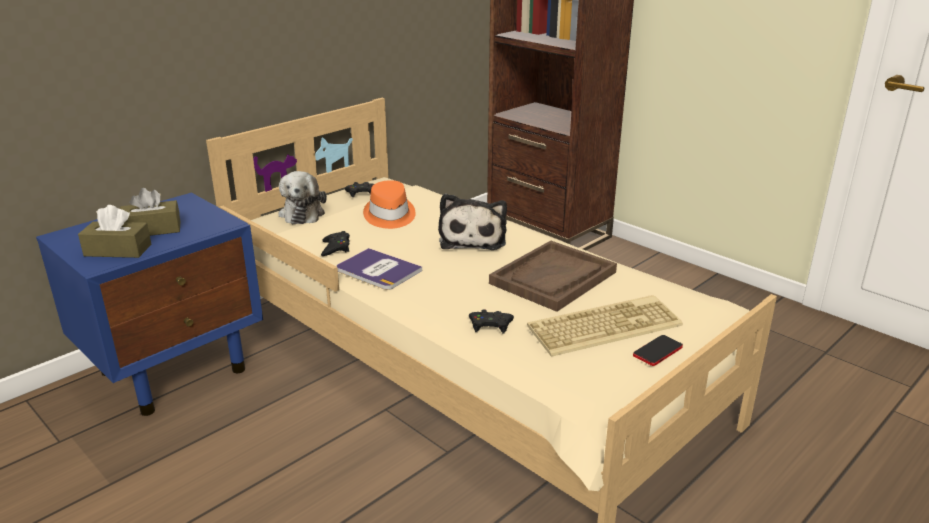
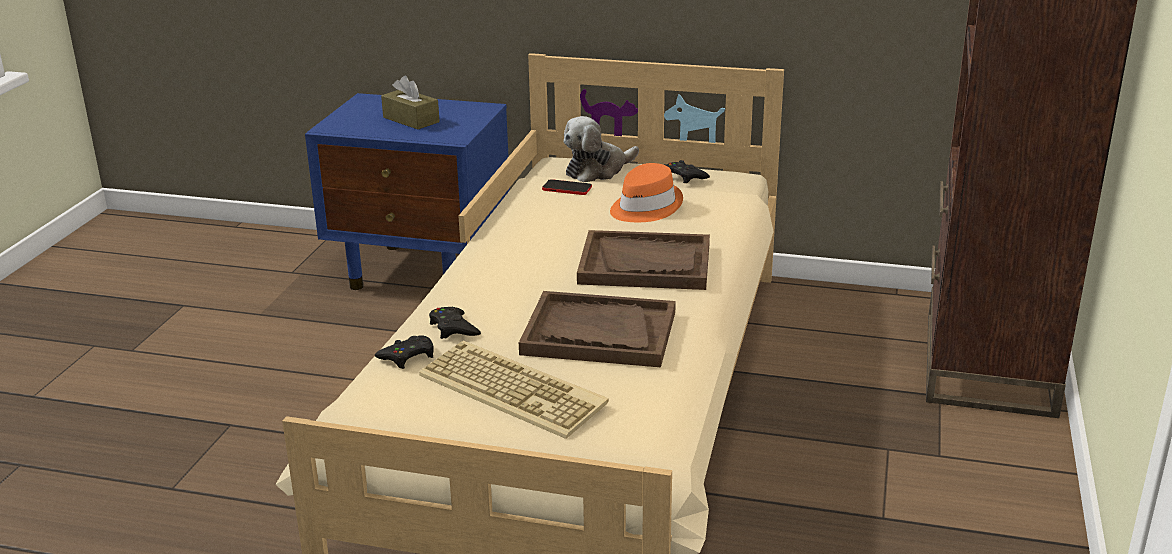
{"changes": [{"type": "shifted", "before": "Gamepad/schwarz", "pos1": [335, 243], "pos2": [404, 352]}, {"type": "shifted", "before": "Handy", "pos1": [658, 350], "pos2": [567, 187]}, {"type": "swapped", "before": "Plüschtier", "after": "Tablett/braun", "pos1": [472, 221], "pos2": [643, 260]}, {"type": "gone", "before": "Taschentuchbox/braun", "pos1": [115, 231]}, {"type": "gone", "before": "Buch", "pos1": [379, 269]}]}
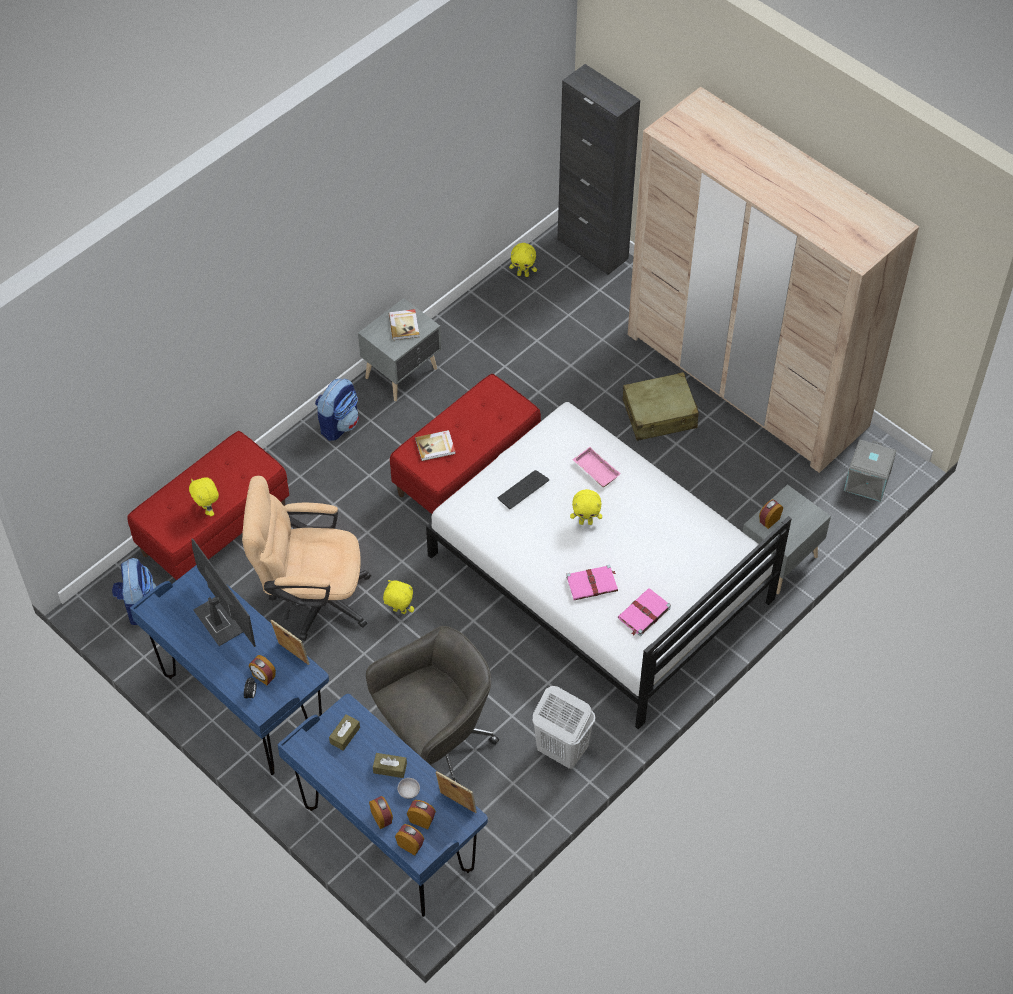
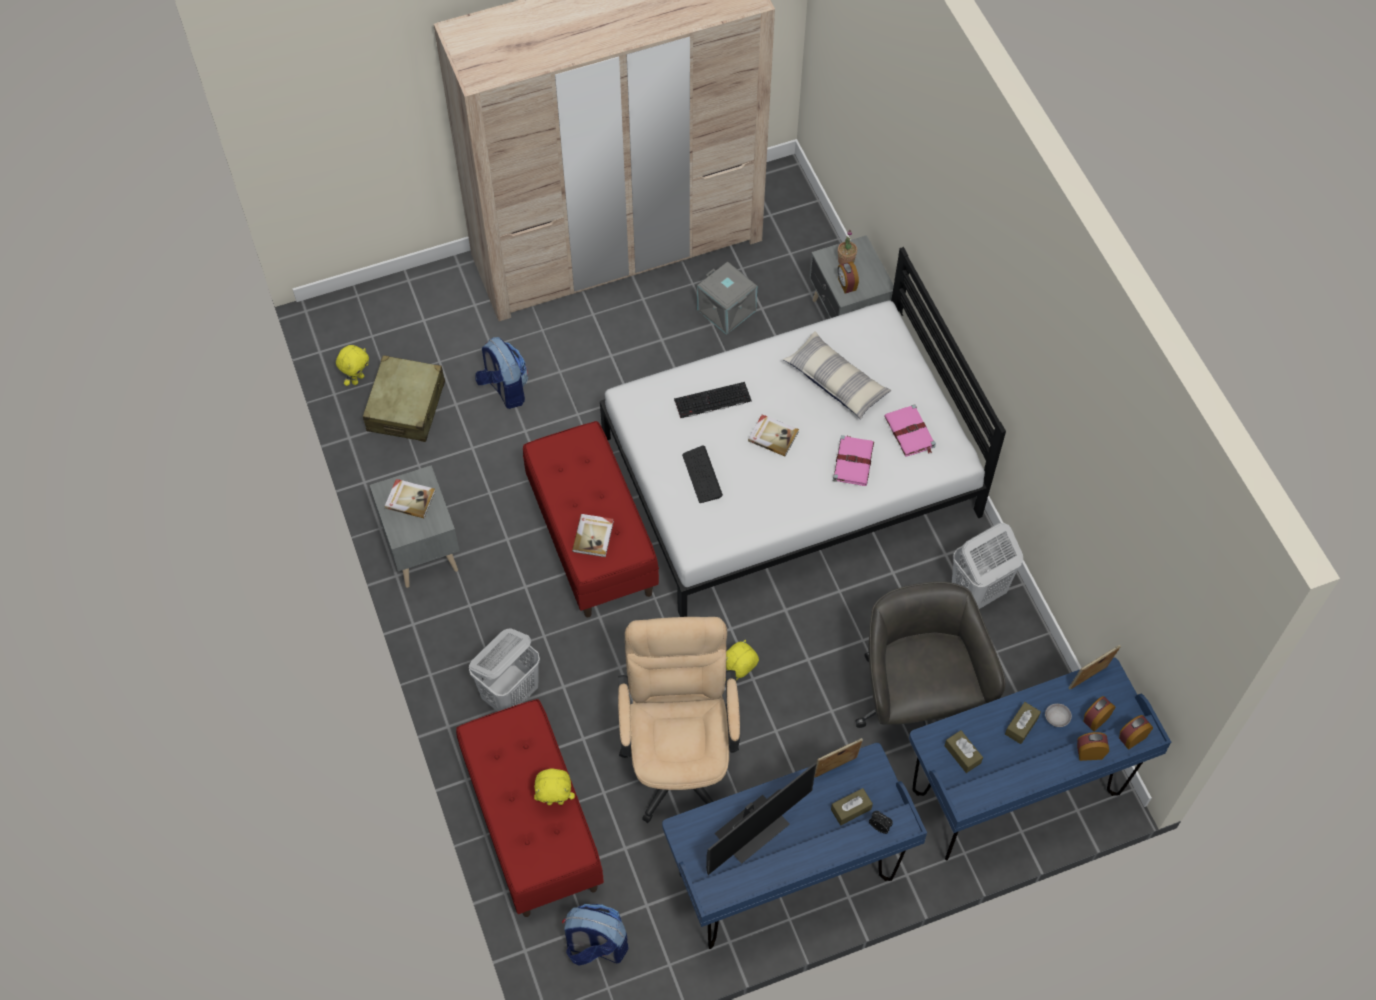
{"changes": [{"type": "shifted", "before": "Koffer/beige", "pos1": [660, 406], "pos2": [404, 398]}, {"type": "new", "after": "Wäschekorb/weiß", "pos2": [504, 670]}, {"type": "shifted", "before": "Rucksack", "pos1": [337, 409], "pos2": [501, 373]}, {"type": "rotated", "before": "Bürostuhl/beige", "pos1": [306, 558], "pos2": [679, 720], "turn": 150}, {"type": "swapped", "before": "Tablett/rosa", "after": "Tastatur", "pos1": [597, 467], "pos2": [713, 400]}, {"type": "shifted", "before": "Aufbewahrungsbox/grau", "pos1": [870, 470], "pos2": [727, 298]}, {"type": "rotated", "before": "Monitor", "pos1": [223, 592], "pos2": [761, 819], "turn": 150}, {"type": "swapped", "before": "Plüschtier/gelb", "after": "Buch", "pos1": [586, 507], "pos2": [773, 435]}, {"type": "new", "after": "Kissen", "pos2": [837, 375]}, {"type": "swapped", "before": "Wecker", "after": "Taschentuchbox/braun", "pos1": [262, 670], "pos2": [852, 806]}, {"type": "new", "after": "Topfpflanze", "pos2": [847, 247]}, {"type": "gone", "before": "Schrank/schwarz", "pos1": [598, 169]}]}
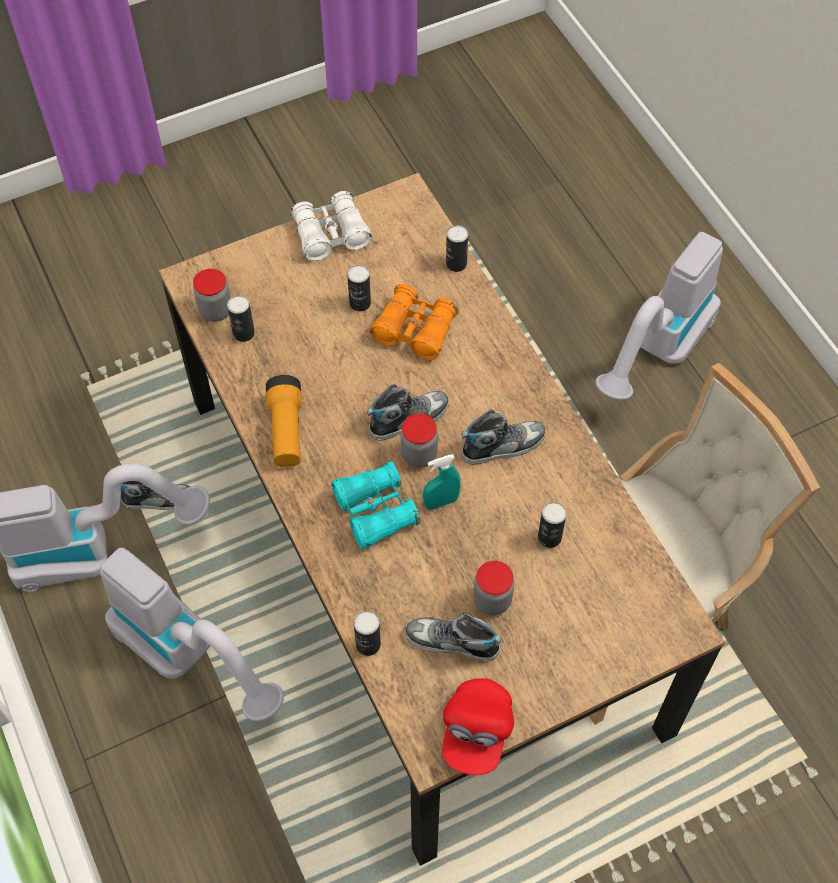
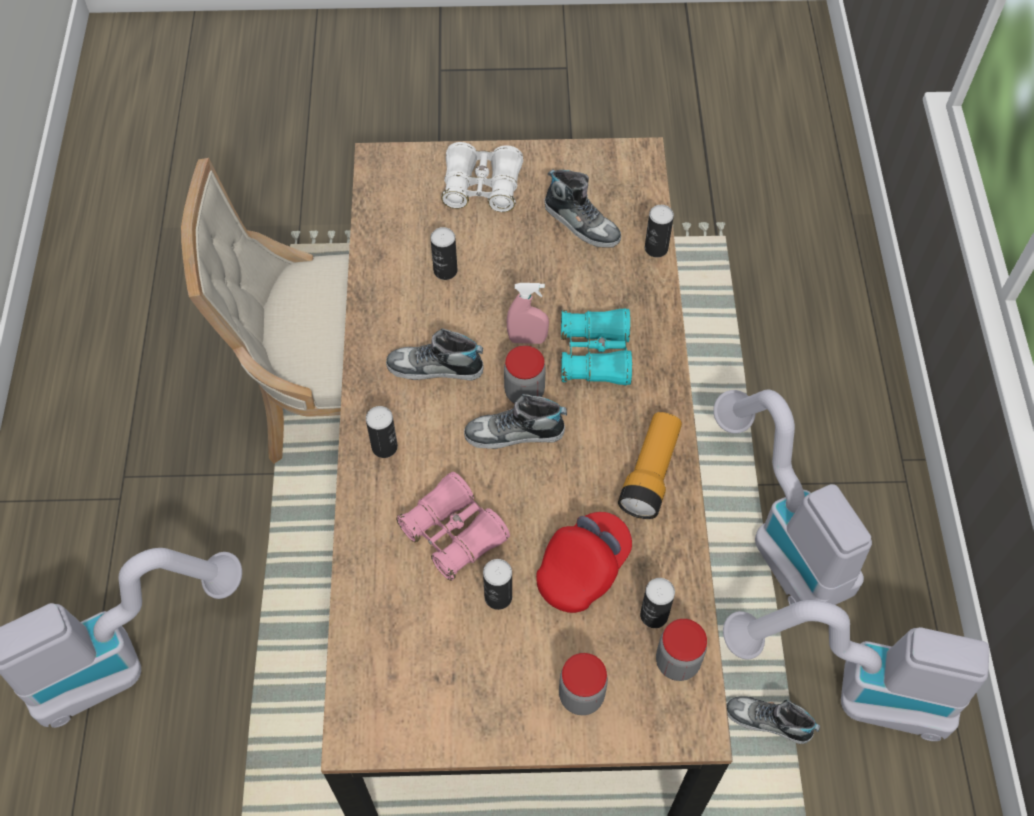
{"changes": [{"type": "shifted", "before": "Dose", "pos1": [457, 248], "pos2": [382, 432]}, {"type": "repainted", "before": "Fernglas/orange", "after": "Fernglas/rosa", "pos1": [414, 322], "pos2": [453, 526]}, {"type": "shifted", "before": "Fernglas/weiß", "pos1": [331, 226], "pos2": [482, 177]}, {"type": "repainted", "before": "Sprühflasche/türkis", "after": "Sprühflasche/rosa", "pos1": [442, 482], "pos2": [528, 313]}, {"type": "shifted", "before": "Kappe/rot", "pos1": [478, 726], "pos2": [584, 562]}, {"type": "shifted", "before": "Vorratsglas", "pos1": [493, 588], "pos2": [583, 684]}]}
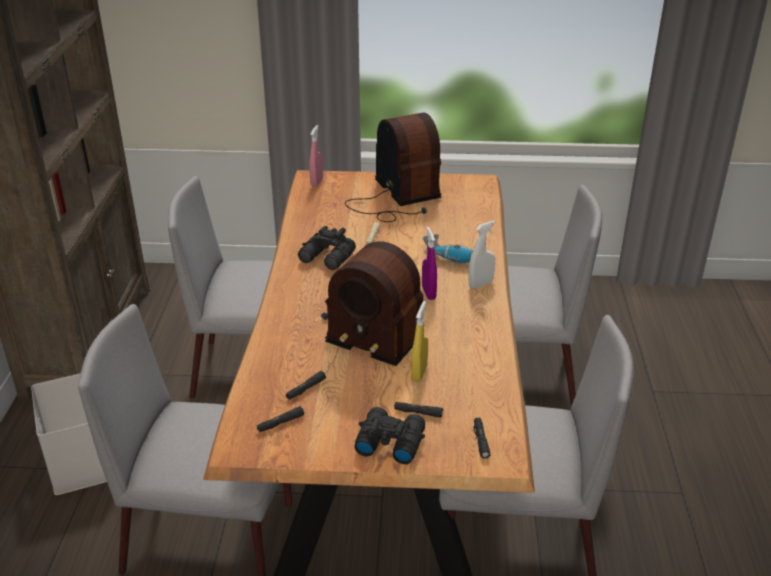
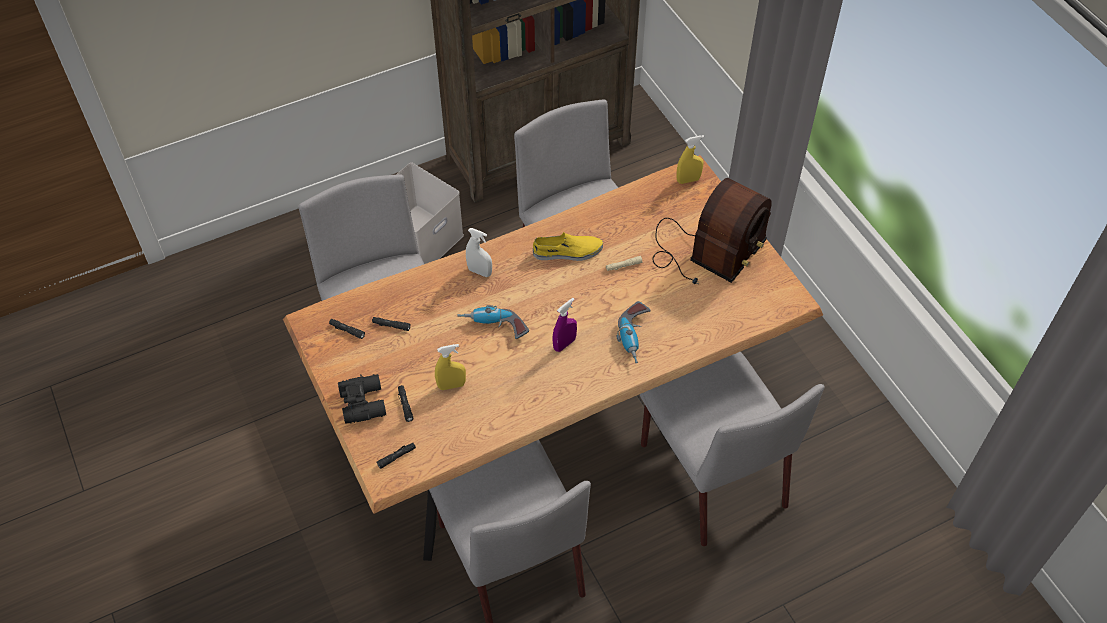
{"changes": [{"type": "swapped", "before": "Radio", "after": "Bohrmaschine", "pos1": [372, 303], "pos2": [493, 322]}, {"type": "shifted", "before": "Sprühflasche/weiß", "pos1": [481, 254], "pos2": [479, 252]}, {"type": "swapped", "before": "Fernglas/schwarz", "after": "Schuh/gelb", "pos1": [327, 248], "pos2": [568, 246]}, {"type": "repainted", "before": "Sprühflasche/rosa", "after": "Sprühflasche/gelb", "pos1": [316, 156], "pos2": [690, 159]}]}
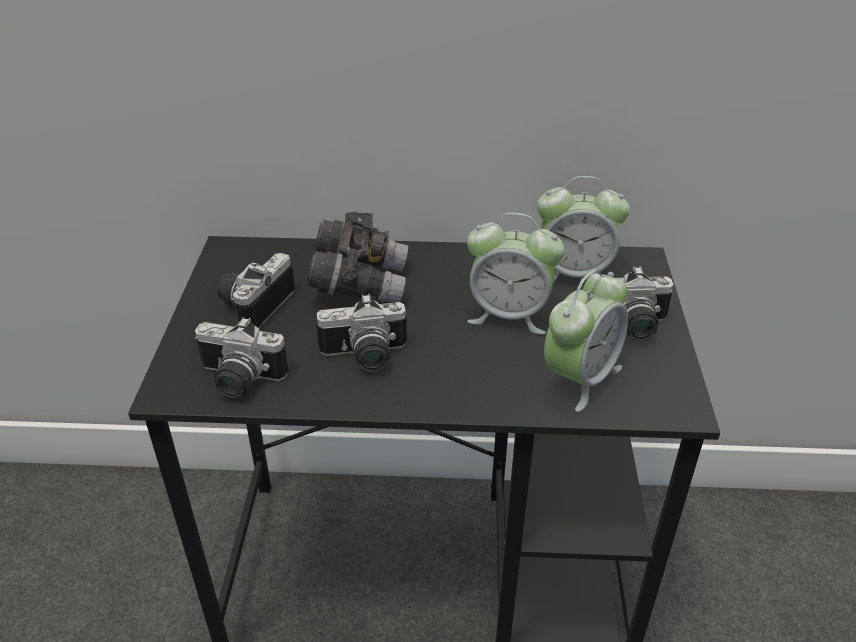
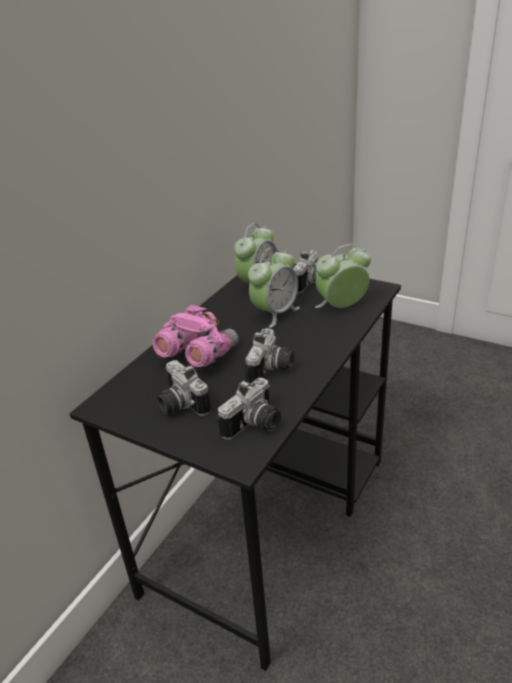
{"changes": [{"type": "repainted", "before": "Fernglas/grau", "after": "Fernglas/rosa", "pos1": [357, 257], "pos2": [195, 336]}, {"type": "rotated", "before": "Wecker", "pos1": [586, 341], "pos2": [343, 276], "turn": -90}]}
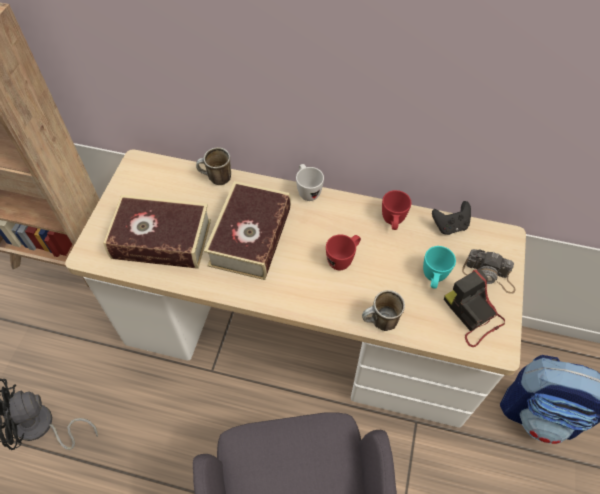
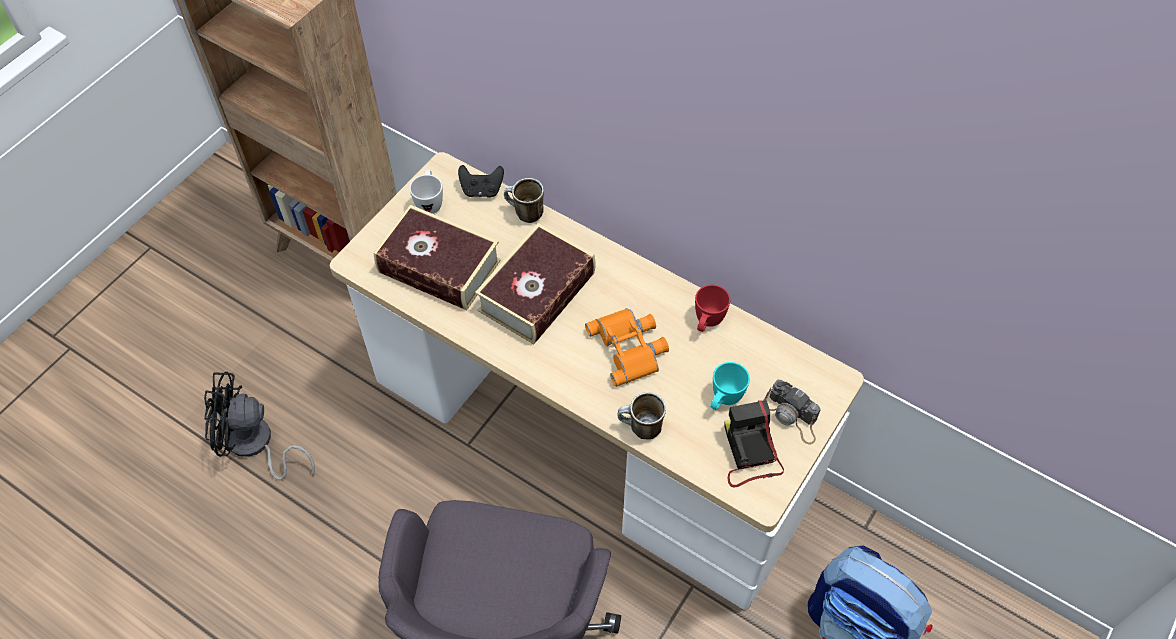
{"changes": [{"type": "shifted", "before": "Henkelbecher/weiß", "pos1": [310, 182], "pos2": [426, 192]}, {"type": "shifted", "before": "Gamepad/schwarz", "pos1": [451, 218], "pos2": [481, 181]}, {"type": "swapped", "before": "Henkelbecher/rot", "after": "Fernglas/orange", "pos1": [343, 252], "pos2": [627, 347]}]}
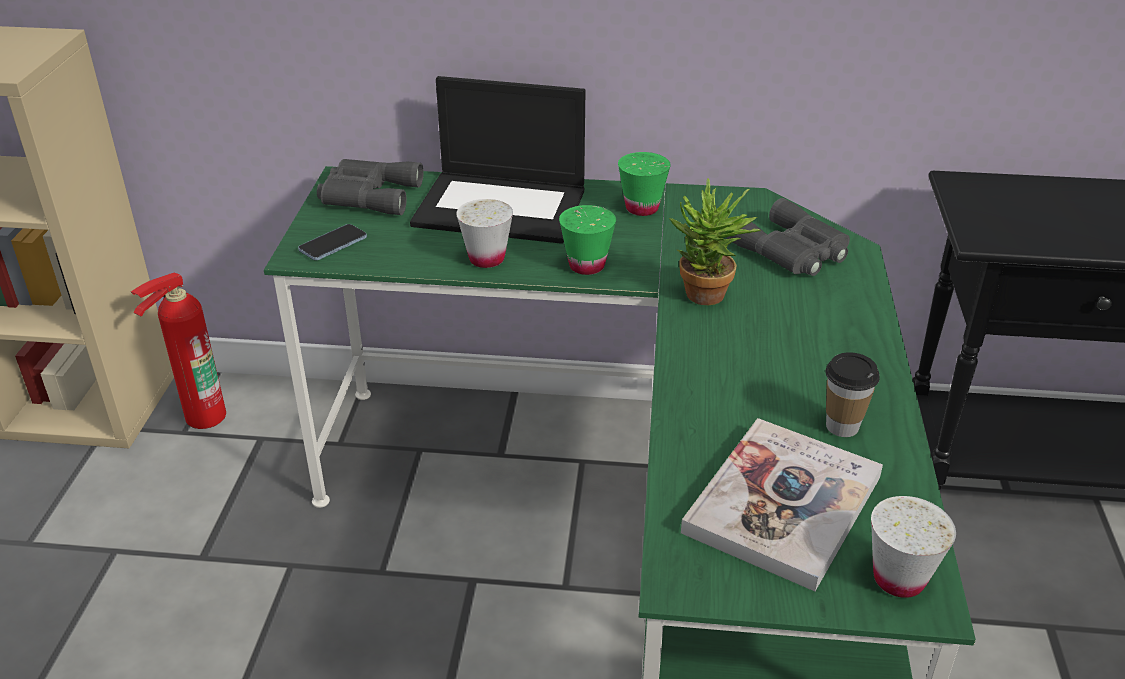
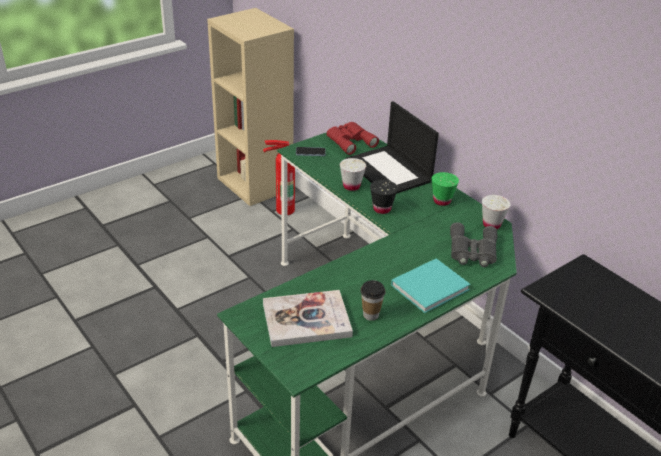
{"changes": [{"type": "repainted", "before": "Fernglas/grau", "after": "Fernglas/rot", "pos1": [370, 187], "pos2": [353, 138]}, {"type": "repainted", "before": "Tasse/grün", "after": "Tasse/schwarz", "pos1": [587, 240], "pos2": [384, 197]}, {"type": "new", "after": "Buch/türkis", "pos2": [431, 285]}, {"type": "shifted", "before": "Tasse/weiß", "pos1": [913, 547], "pos2": [496, 212]}, {"type": "gone", "before": "Topfpflanze", "pos1": [715, 242]}]}
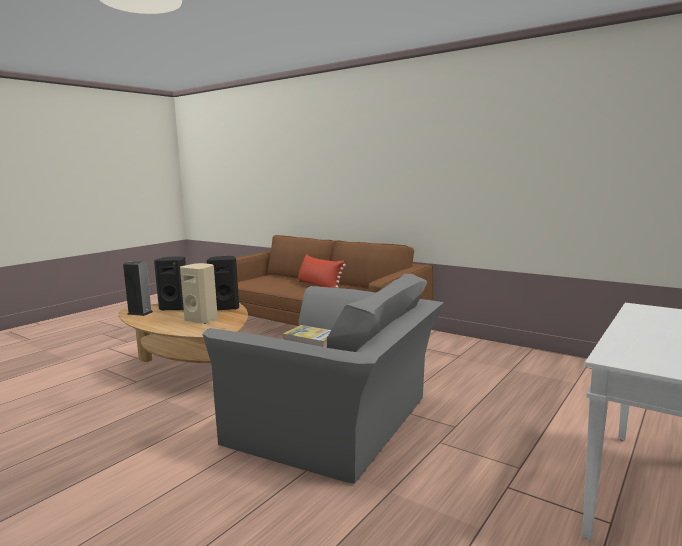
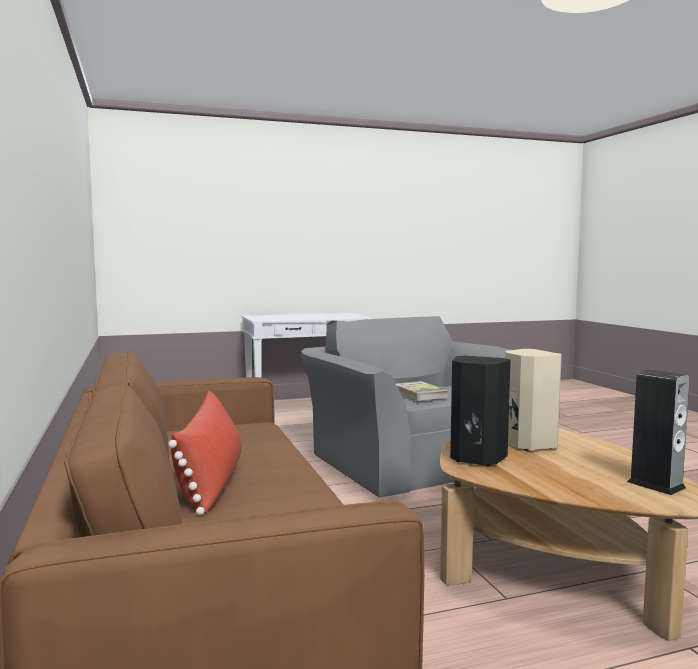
{"changes": [{"type": "gone", "before": "Lautsprecher/schwarz", "pos1": [170, 283]}]}
